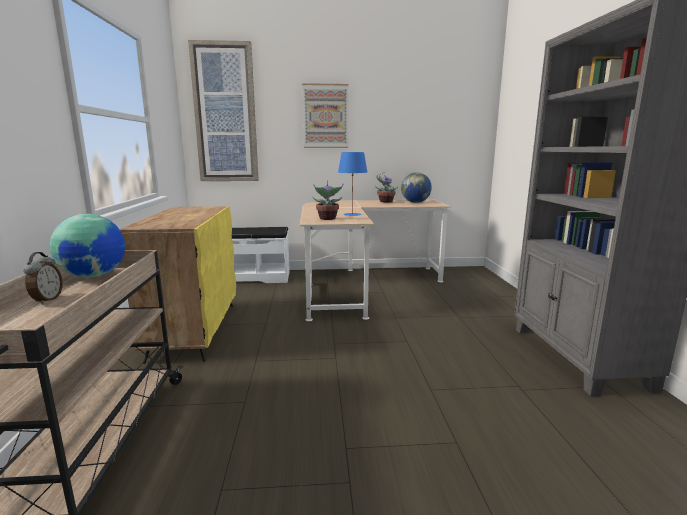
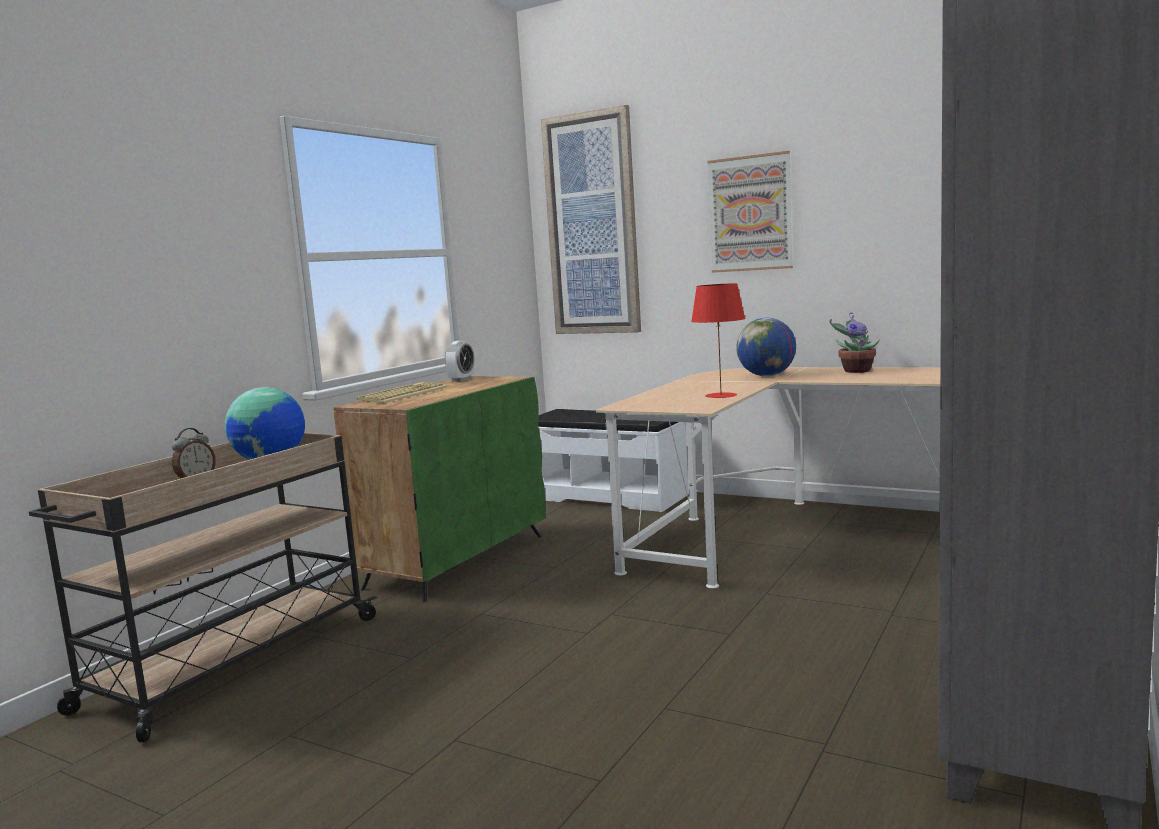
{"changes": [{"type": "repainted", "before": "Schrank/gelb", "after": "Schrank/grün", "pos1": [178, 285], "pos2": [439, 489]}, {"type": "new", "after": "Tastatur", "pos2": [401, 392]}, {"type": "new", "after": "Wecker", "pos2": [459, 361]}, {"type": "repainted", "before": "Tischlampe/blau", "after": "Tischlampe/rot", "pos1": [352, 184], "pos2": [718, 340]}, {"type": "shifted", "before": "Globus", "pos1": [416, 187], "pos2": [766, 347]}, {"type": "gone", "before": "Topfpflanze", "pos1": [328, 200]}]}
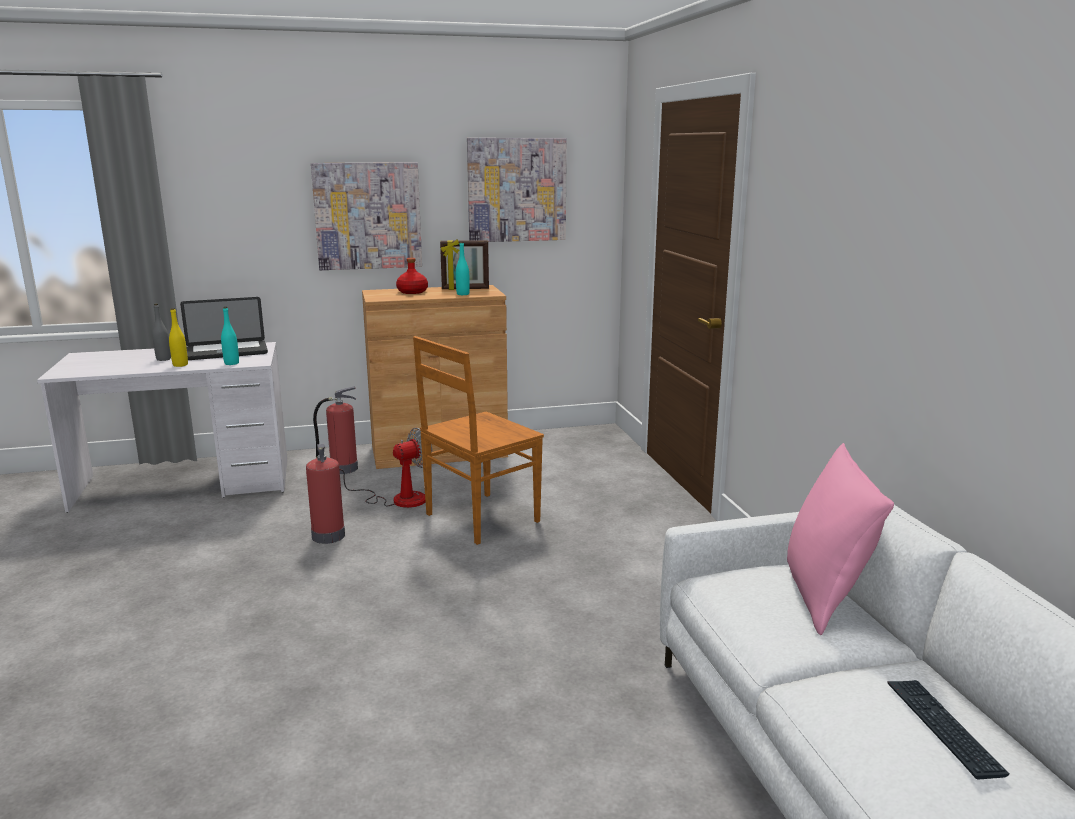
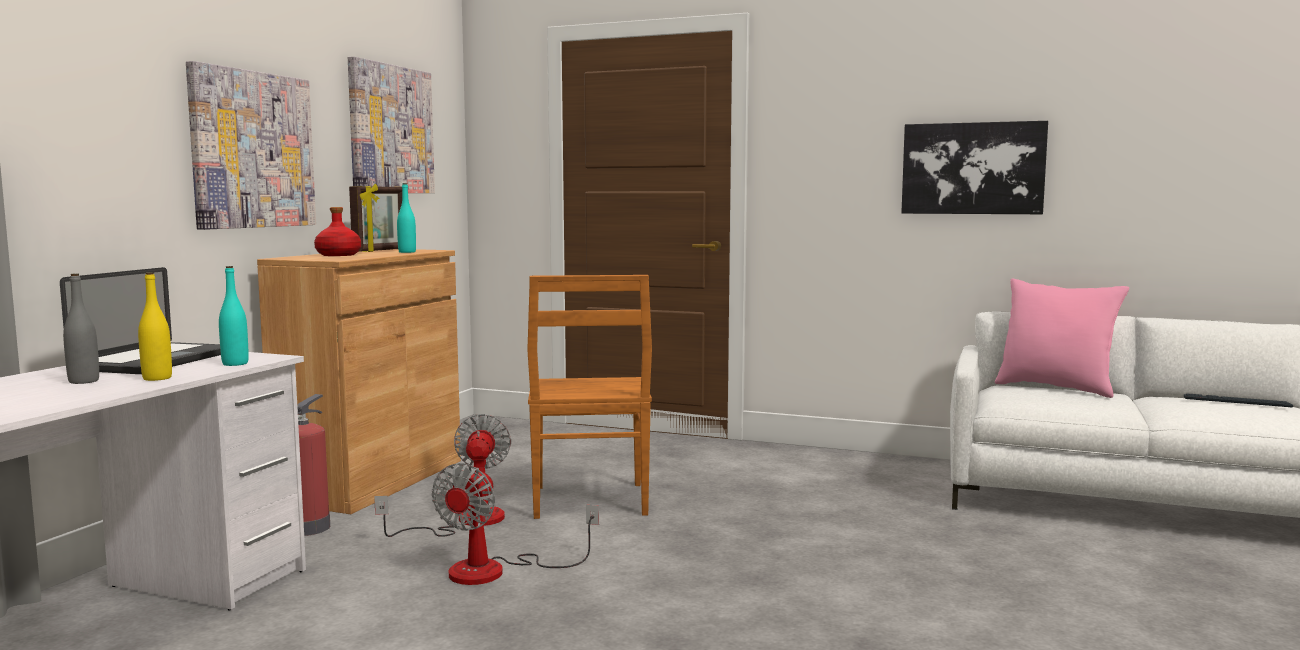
{"changes": [{"type": "swapped", "before": "Feuerlöscher", "after": "Ventilator", "pos1": [325, 494], "pos2": [515, 524]}, {"type": "new", "after": "Bild", "pos2": [974, 167]}]}
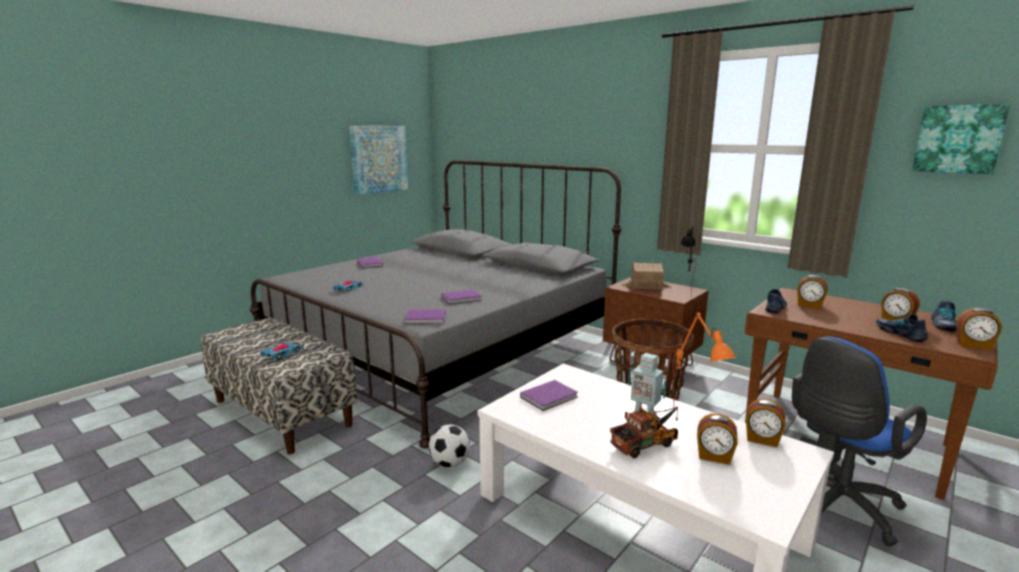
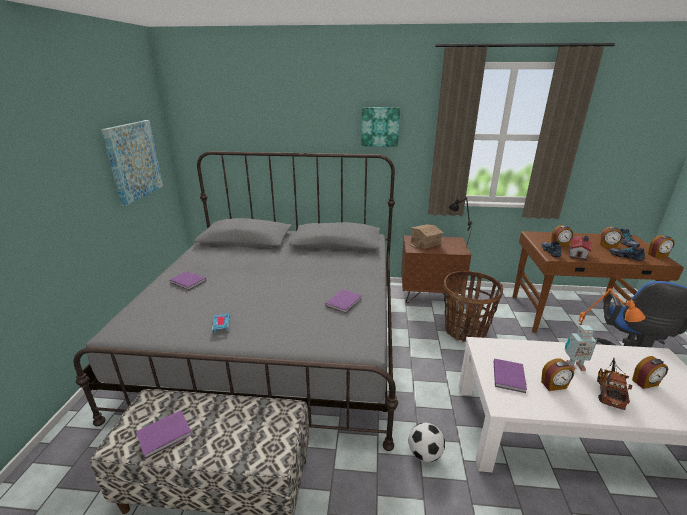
{"changes": [{"type": "shifted", "before": "Buch/lila", "pos1": [425, 316], "pos2": [164, 434]}, {"type": "shifted", "before": "Bild", "pos1": [961, 139], "pos2": [380, 127]}, {"type": "shifted", "before": "Wecker", "pos1": [765, 423], "pos2": [557, 374]}, {"type": "new", "after": "Spielzeughaus", "pos2": [580, 248]}, {"type": "gone", "before": "Spielzeugauto", "pos1": [282, 351]}]}
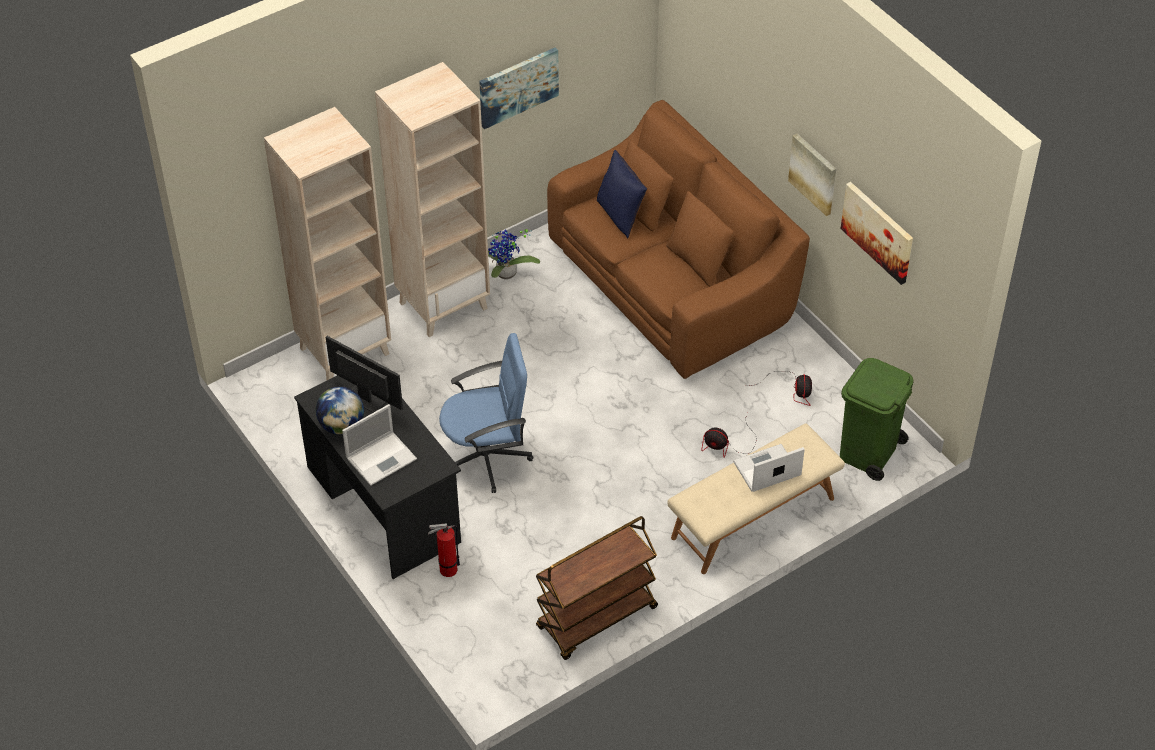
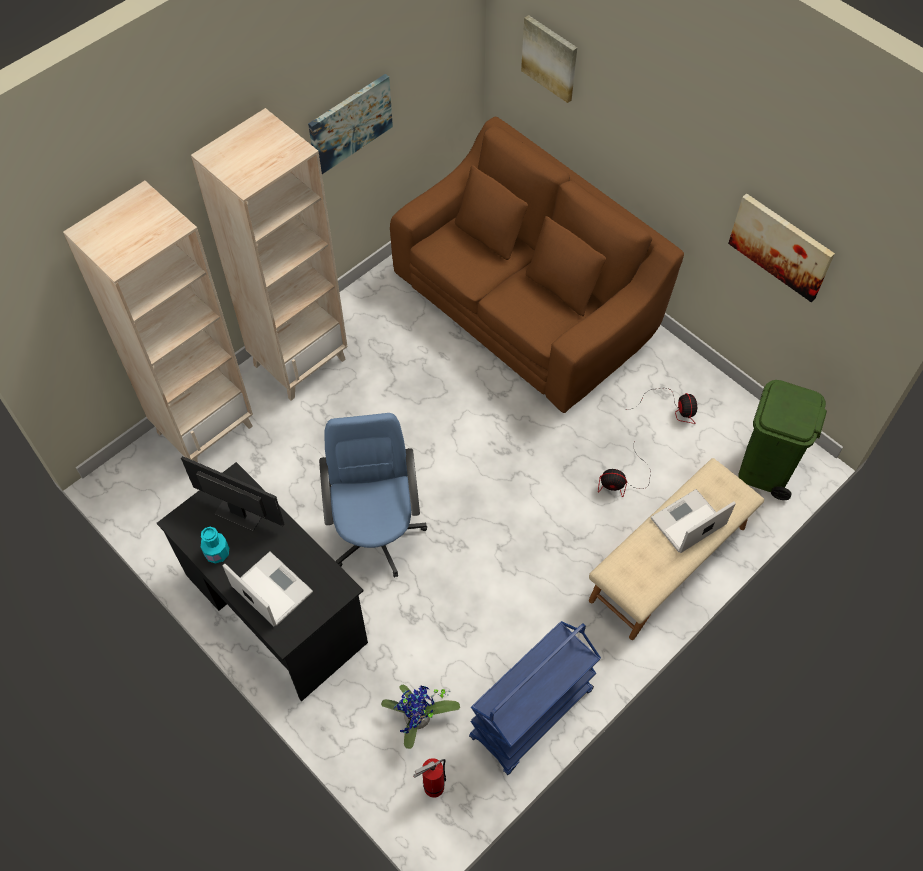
{"changes": [{"type": "swapped", "before": "Globus", "after": "Flasche/türkis", "pos1": [340, 410], "pos2": [215, 545]}, {"type": "rotated", "before": "Laptop", "pos1": [379, 445], "pos2": [268, 588], "turn": -90}, {"type": "rotated", "before": "Bürostuhl/blau", "pos1": [486, 413], "pos2": [373, 495], "turn": -75}, {"type": "shifted", "before": "Topfpflanze", "pos1": [514, 254], "pos2": [420, 717]}, {"type": "shifted", "before": "Feuerlöscher", "pos1": [444, 550], "pos2": [429, 778]}, {"type": "repainted", "before": "Rollwagen/braun", "after": "Rollwagen/blau", "pos1": [597, 588], "pos2": [535, 698]}, {"type": "shifted", "before": "Bild", "pos1": [812, 175], "pos2": [549, 59]}, {"type": "gone", "before": "Kissen/blau", "pos1": [622, 194]}]}
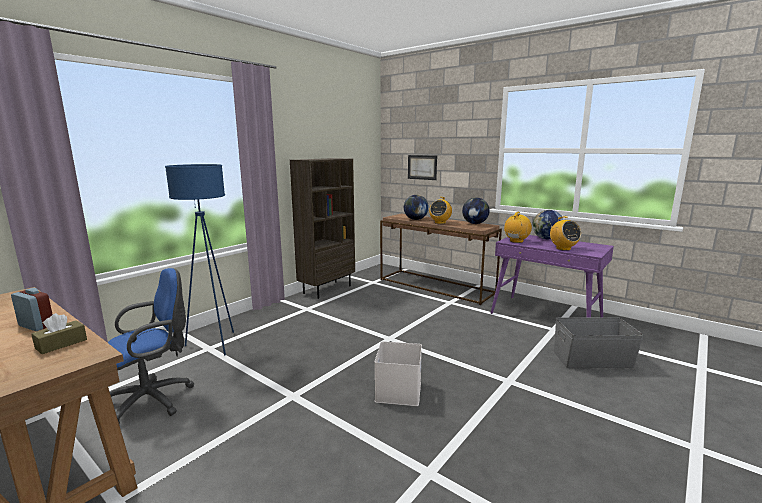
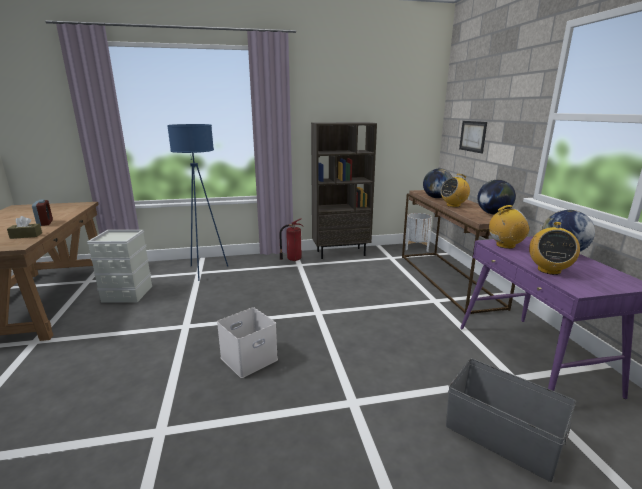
{"changes": [{"type": "swapped", "before": "Bürostuhl/blau", "after": "Aufbewahrungsbox/grau", "pos1": [151, 346], "pos2": [119, 266]}, {"type": "new", "after": "Feuerlöscher", "pos2": [291, 239]}, {"type": "new", "after": "Pflanzkübel/weiß", "pos2": [419, 232]}]}
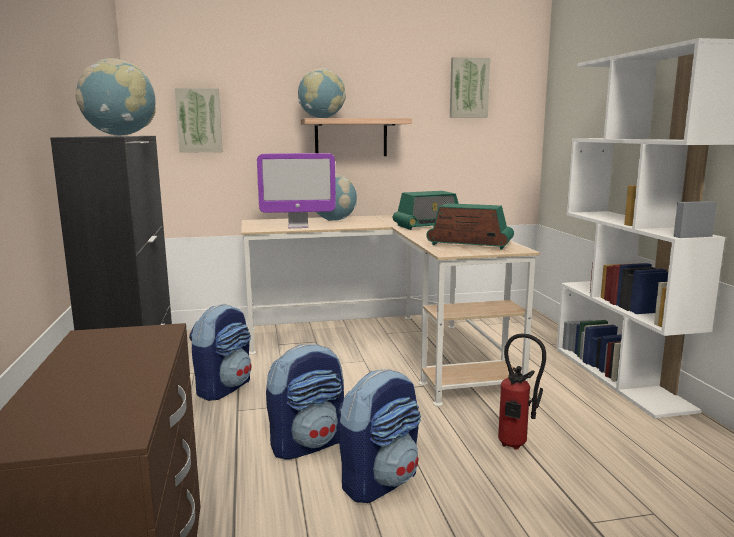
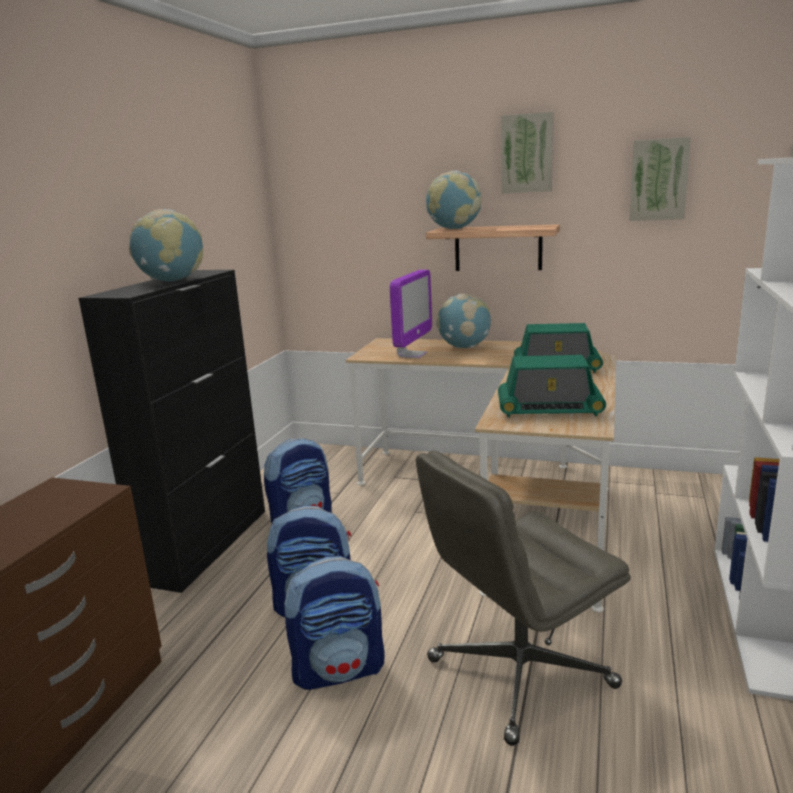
{"changes": [{"type": "rotated", "before": "Monitor", "pos1": [296, 190], "pos2": [411, 314], "turn": -90}, {"type": "swapped", "before": "Feuerlöscher", "after": "Bürostuhl/grau", "pos1": [522, 392], "pos2": [523, 598]}, {"type": "rotated", "before": "Radio", "pos1": [470, 226], "pos2": [552, 386], "turn": 135}, {"type": "shifted", "before": "Bild", "pos1": [199, 120], "pos2": [527, 152]}]}
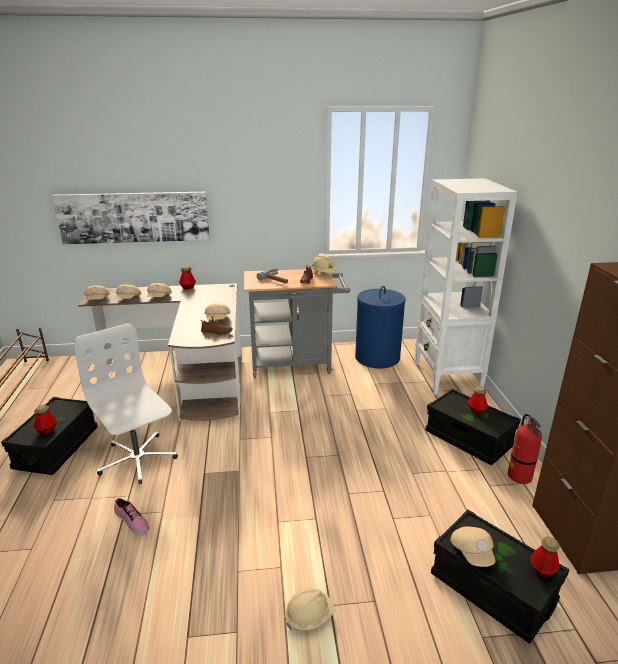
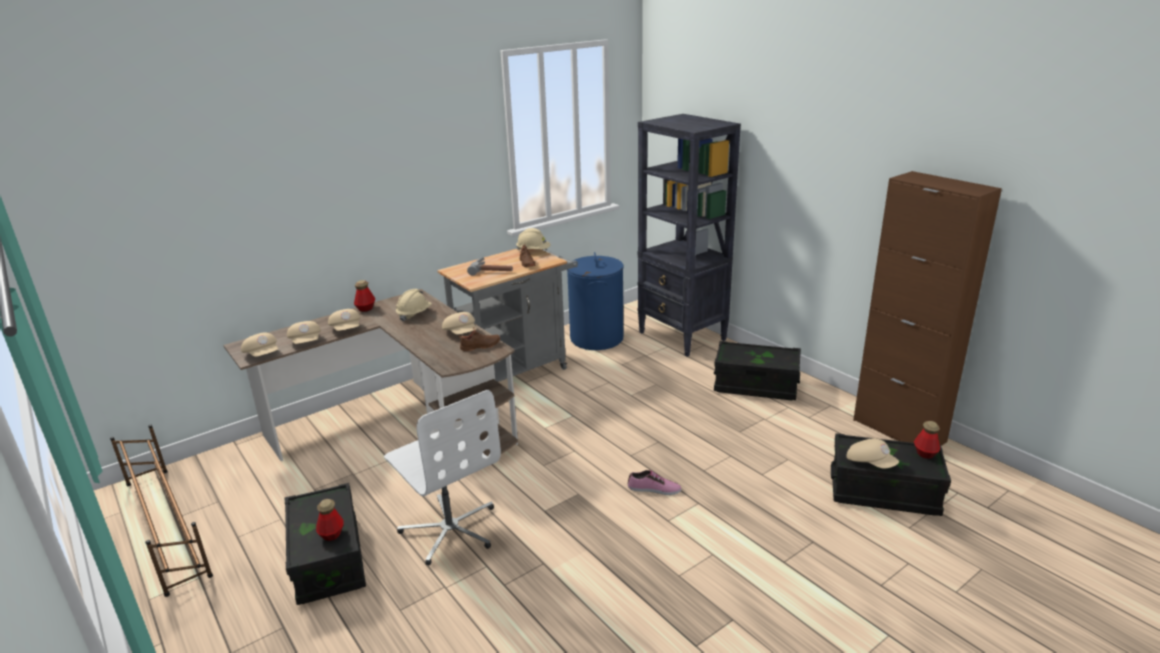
{"changes": [{"type": "rotated", "before": "Bürostuhl/weiß", "pos1": [126, 403], "pos2": [442, 477], "turn": -150}, {"type": "shifted", "before": "Schutzhelm/beige", "pos1": [310, 609], "pos2": [414, 305]}, {"type": "shifted", "before": "Schuh", "pos1": [131, 516], "pos2": [654, 482]}, {"type": "repainted", "before": "Bücherregal/weiß", "after": "Bücherregal/schwarz", "pos1": [466, 286], "pos2": [689, 235]}, {"type": "gone", "before": "Bild", "pos1": [131, 218]}, {"type": "gone", "before": "Flasche", "pos1": [478, 400]}, {"type": "gone", "before": "Feuerlöscher", "pos1": [525, 449]}]}
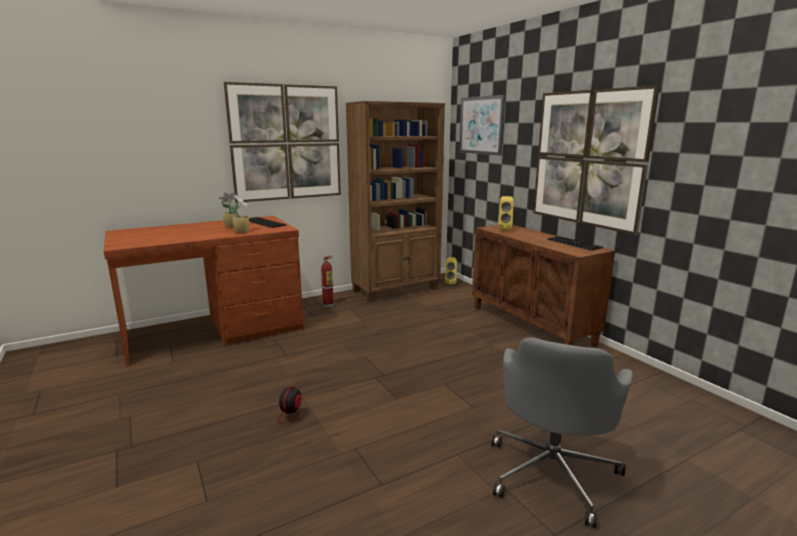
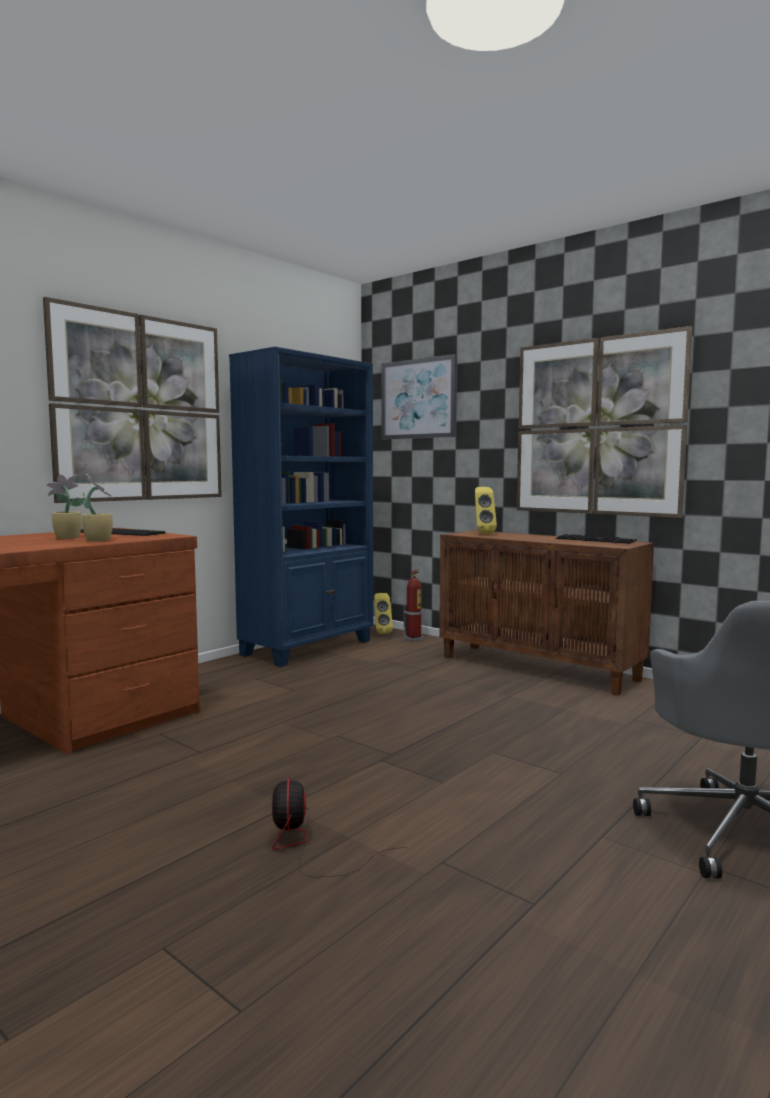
{"changes": [{"type": "repainted", "before": "Bücherregal/braun", "after": "Bücherregal/blau", "pos1": [395, 202], "pos2": [301, 507]}, {"type": "shifted", "before": "Feuerlöscher", "pos1": [327, 281], "pos2": [413, 606]}]}
